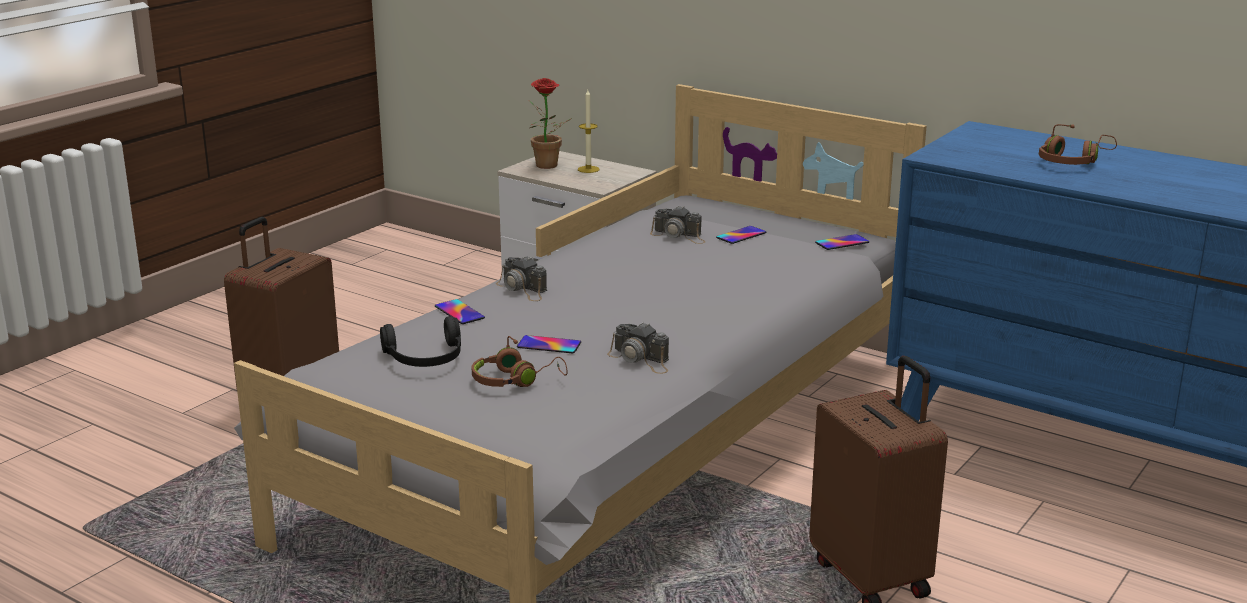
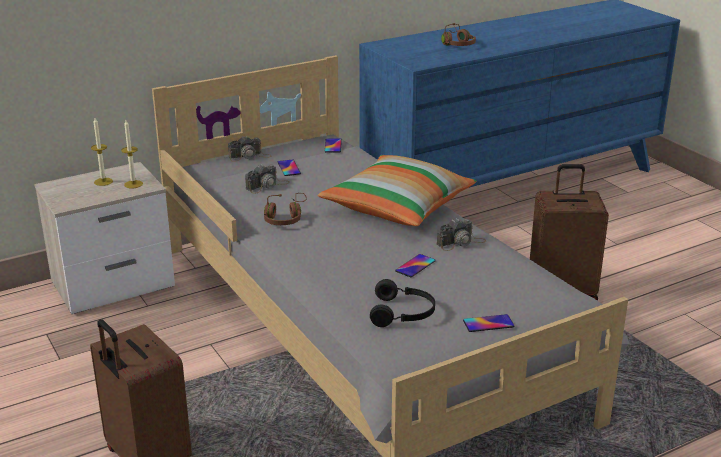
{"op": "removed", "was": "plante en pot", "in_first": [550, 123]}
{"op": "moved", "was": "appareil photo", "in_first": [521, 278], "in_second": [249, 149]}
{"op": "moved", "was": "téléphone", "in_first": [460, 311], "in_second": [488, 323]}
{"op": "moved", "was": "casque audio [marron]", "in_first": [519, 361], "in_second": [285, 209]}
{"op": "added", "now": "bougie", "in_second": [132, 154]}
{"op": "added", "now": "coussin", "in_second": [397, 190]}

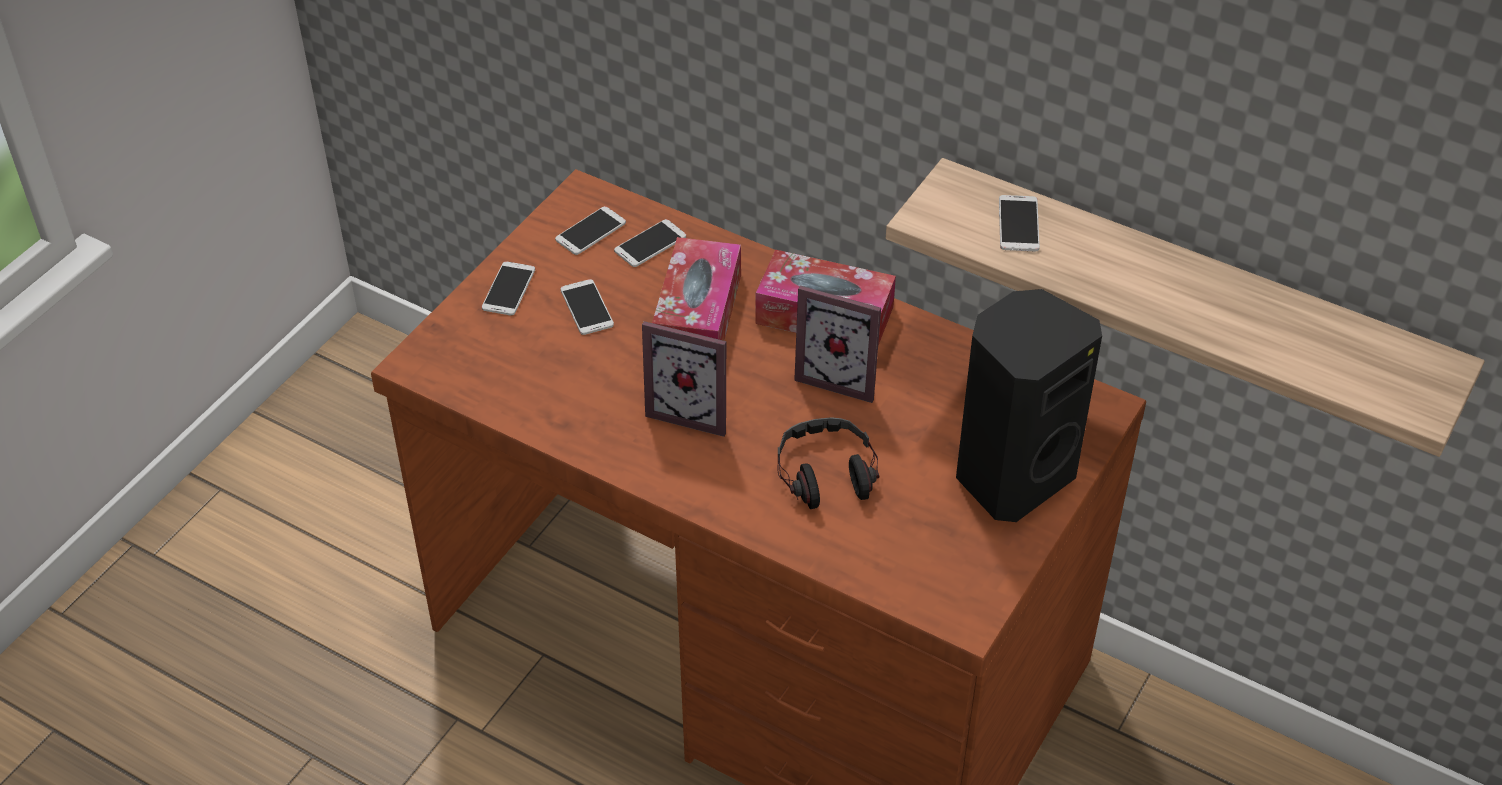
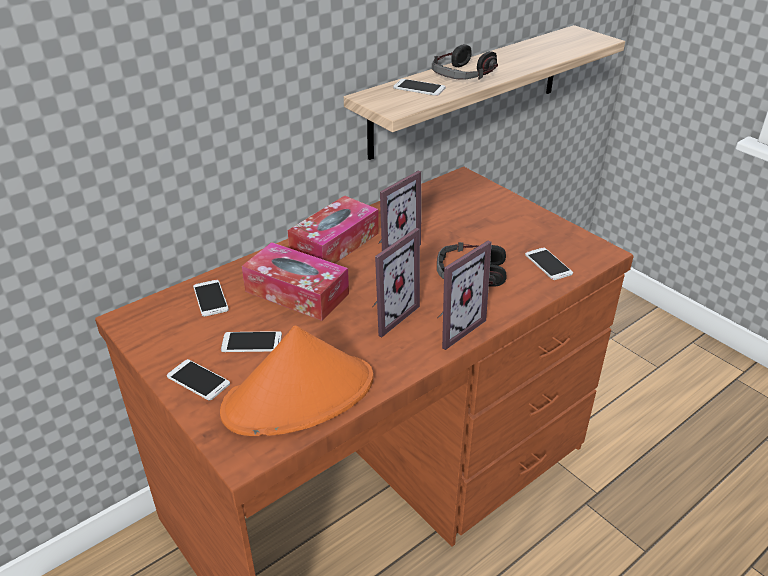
{"op": "moved", "was": "téléphone", "in_first": [590, 230], "in_second": [549, 264]}
{"op": "removed", "was": "enceinte [noir]", "in_first": [1029, 405]}
{"op": "added", "now": "casque audio", "in_second": [465, 62]}
{"op": "added", "now": "cadre photo", "in_second": [465, 295]}
{"op": "added", "now": "chapeau [orange]", "in_second": [297, 381]}

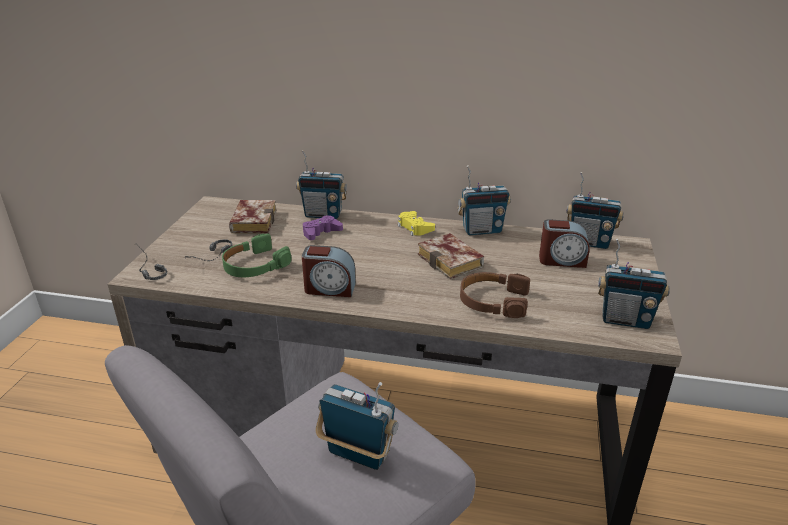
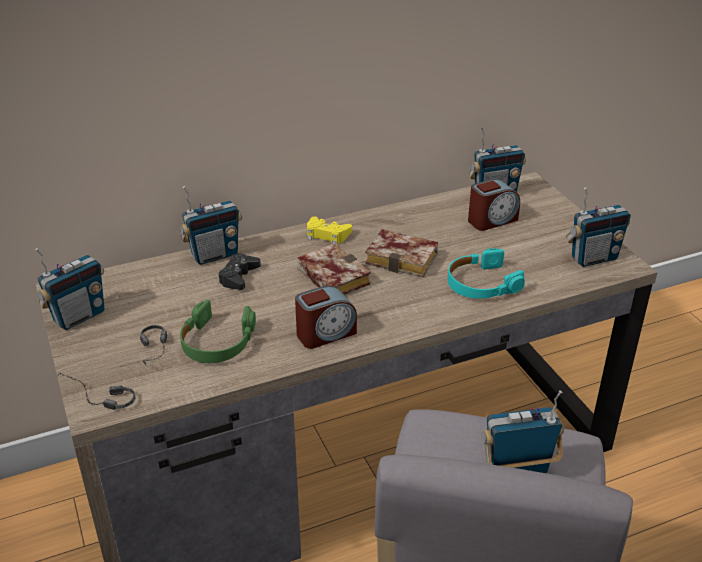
{"op": "moved", "was": "radio", "in_first": [484, 200], "in_second": [69, 289]}
{"op": "moved", "was": "livre", "in_first": [253, 216], "in_second": [334, 269]}
{"op": "recoloured", "was": "manette [violet]", "now": "manette [noir]", "in_first": [323, 227], "in_second": [239, 271]}
{"op": "recoloured", "was": "casque audio [marron]", "now": "casque audio [turquoise]", "in_first": [495, 295], "in_second": [486, 273]}

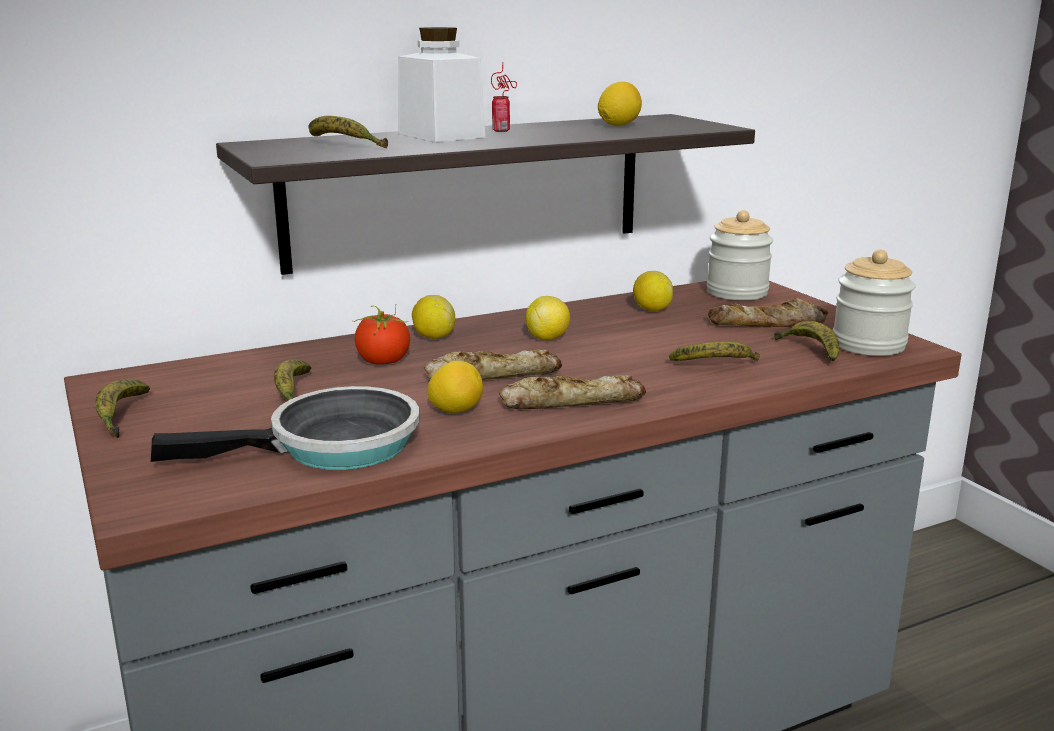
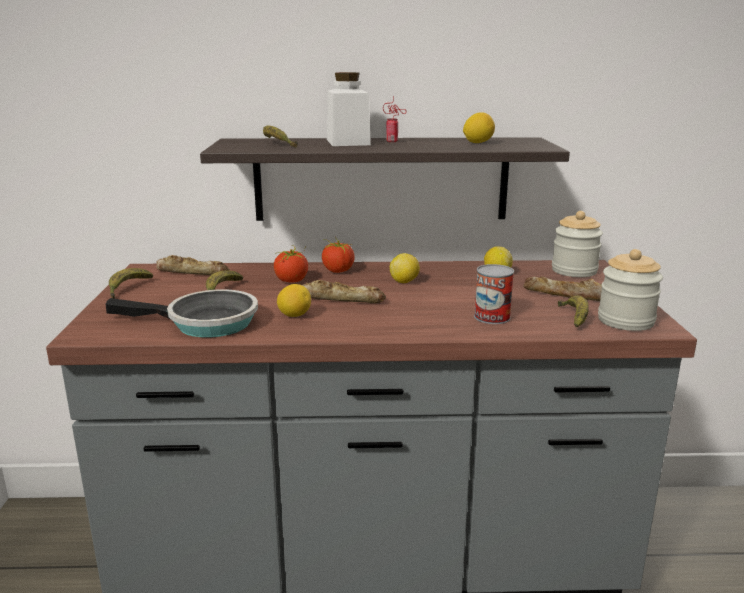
{"op": "replaced", "was": "citron", "now": "tomate", "in_first": [433, 317], "in_second": [338, 254]}
{"op": "replaced", "was": "banane", "now": "boîte métallique", "in_first": [714, 351], "in_second": [494, 294]}
{"op": "moved", "was": "pain", "in_first": [572, 392], "in_second": [193, 265]}

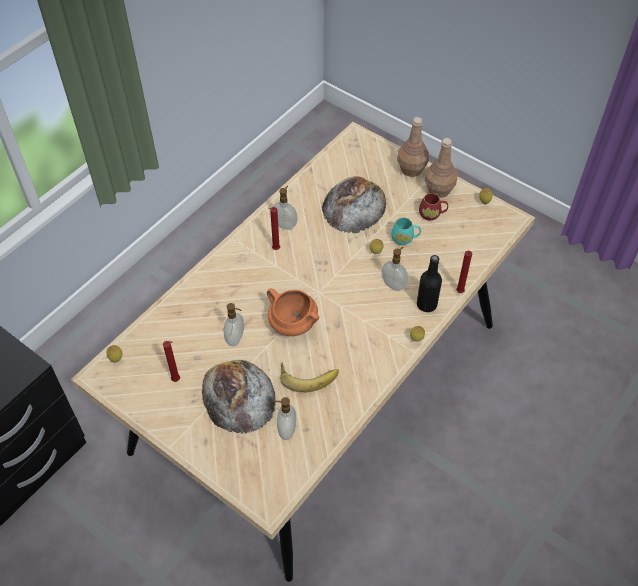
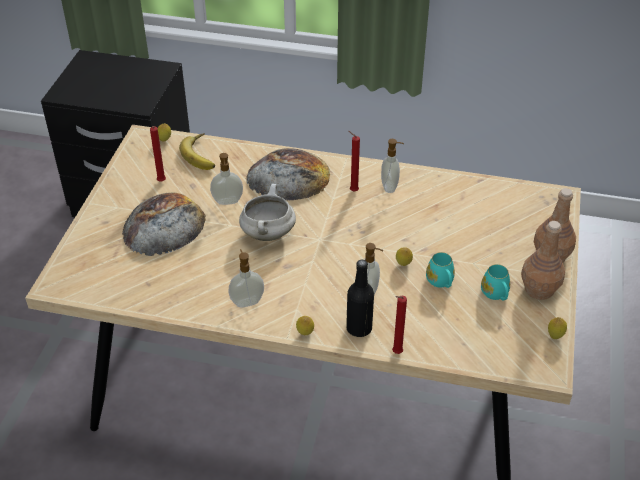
{"op": "moved", "was": "pain", "in_first": [354, 204], "in_second": [288, 174]}
{"op": "recoloured", "was": "mug [rouge]", "now": "mug [turquoise]", "in_first": [433, 206], "in_second": [495, 282]}
{"op": "recoloured", "was": "marmite [orange]", "now": "marmite [blanc]", "in_first": [293, 312], "in_second": [267, 212]}
{"op": "moved", "was": "banane", "in_first": [309, 377], "in_second": [197, 151]}
{"op": "moved", "was": "distributeur de savon", "in_first": [285, 418], "in_second": [246, 278]}

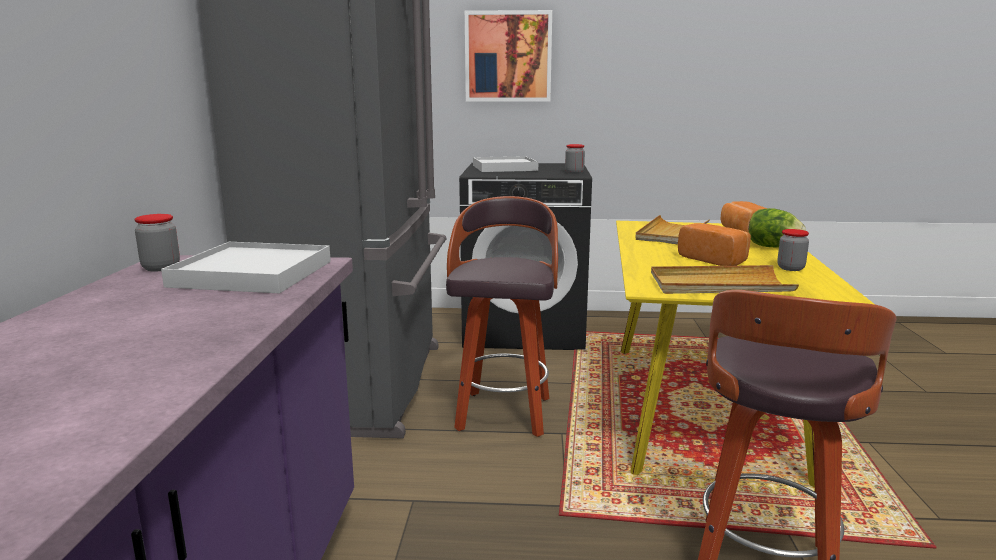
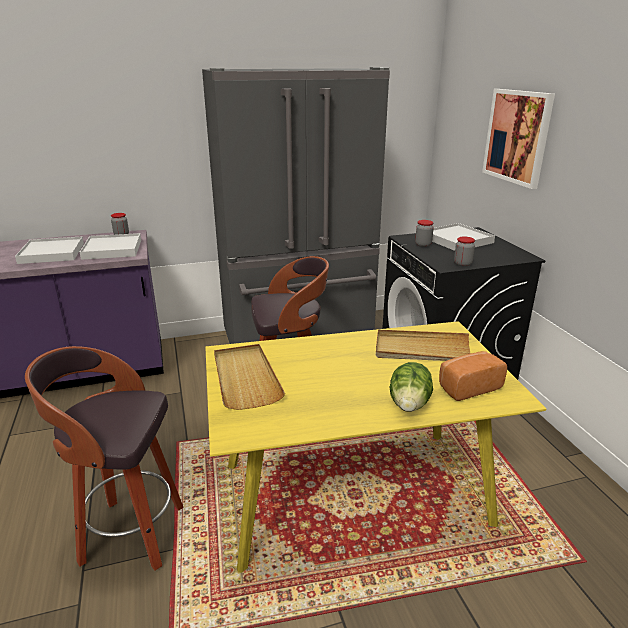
{"op": "removed", "was": "pain", "in_first": [714, 244]}
{"op": "moved", "was": "bocal", "in_first": [793, 250], "in_second": [424, 233]}
{"op": "added", "now": "plateau [blanc]", "in_second": [49, 250]}

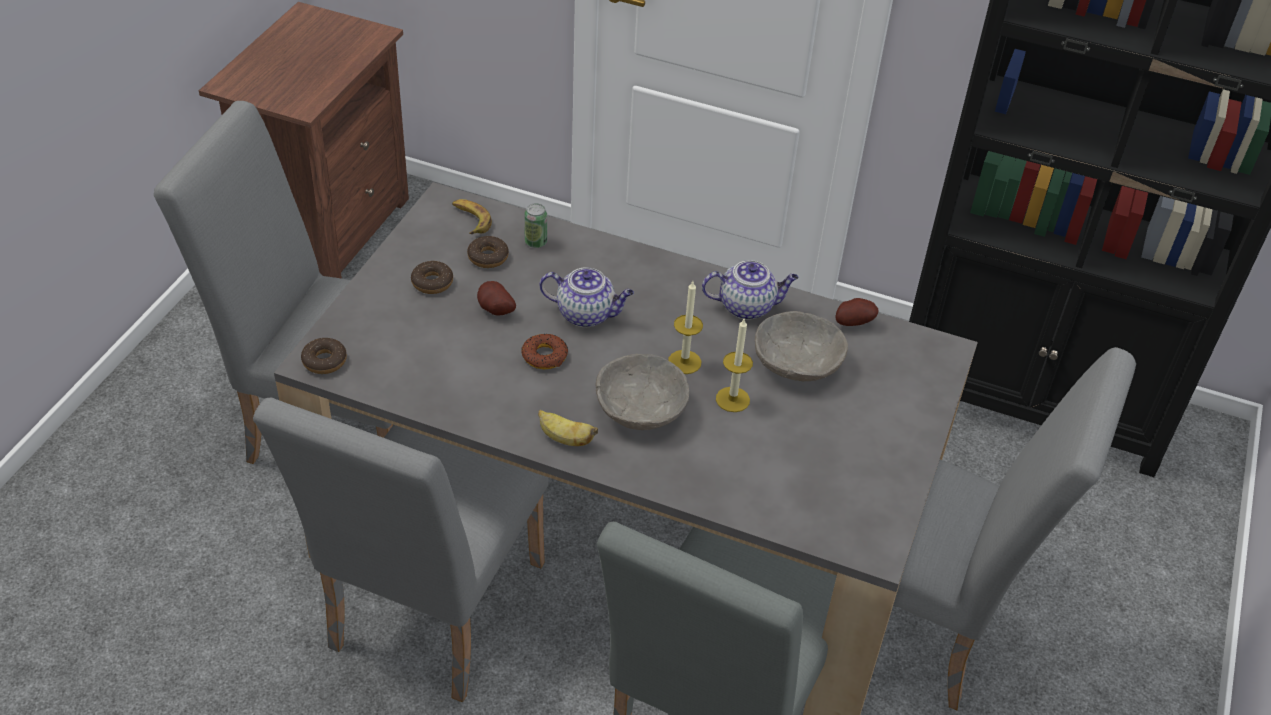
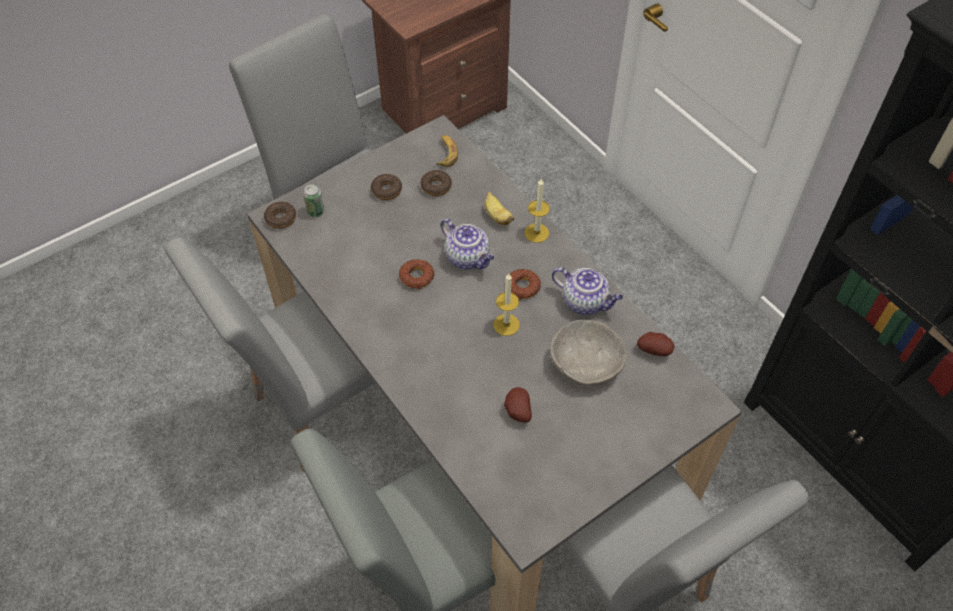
{"op": "moved", "was": "boîte métallique", "in_first": [535, 225], "in_second": [314, 200]}
{"op": "moved", "was": "pomme de terre", "in_first": [496, 298], "in_second": [518, 405]}
{"op": "moved", "was": "bougie", "in_first": [734, 365], "in_second": [537, 211]}
{"op": "removed", "was": "bol [gris]", "in_first": [642, 392]}
{"op": "moved", "was": "banane", "in_first": [568, 428], "in_second": [500, 208]}
{"op": "added", "now": "beignet", "in_second": [525, 284]}

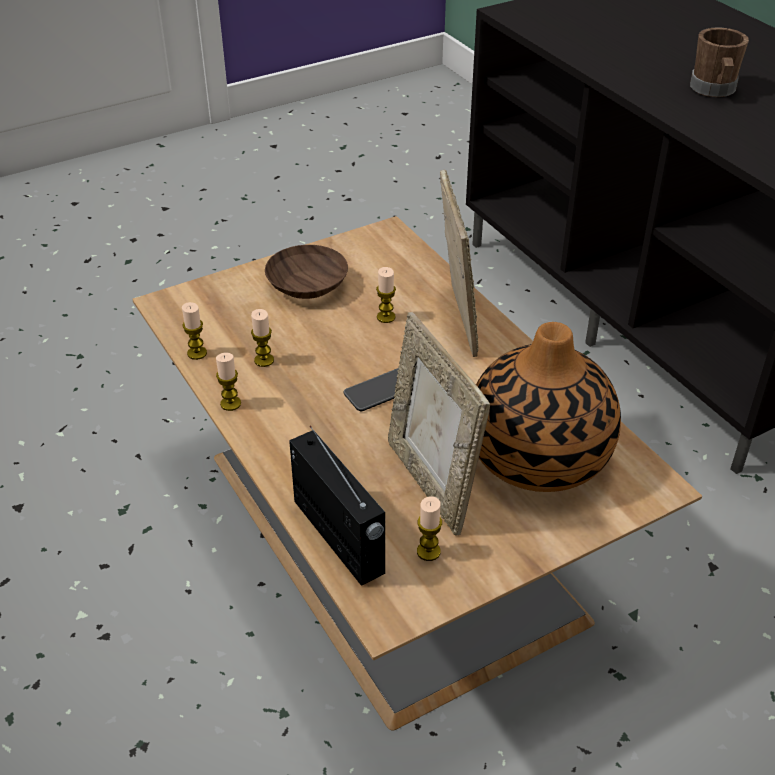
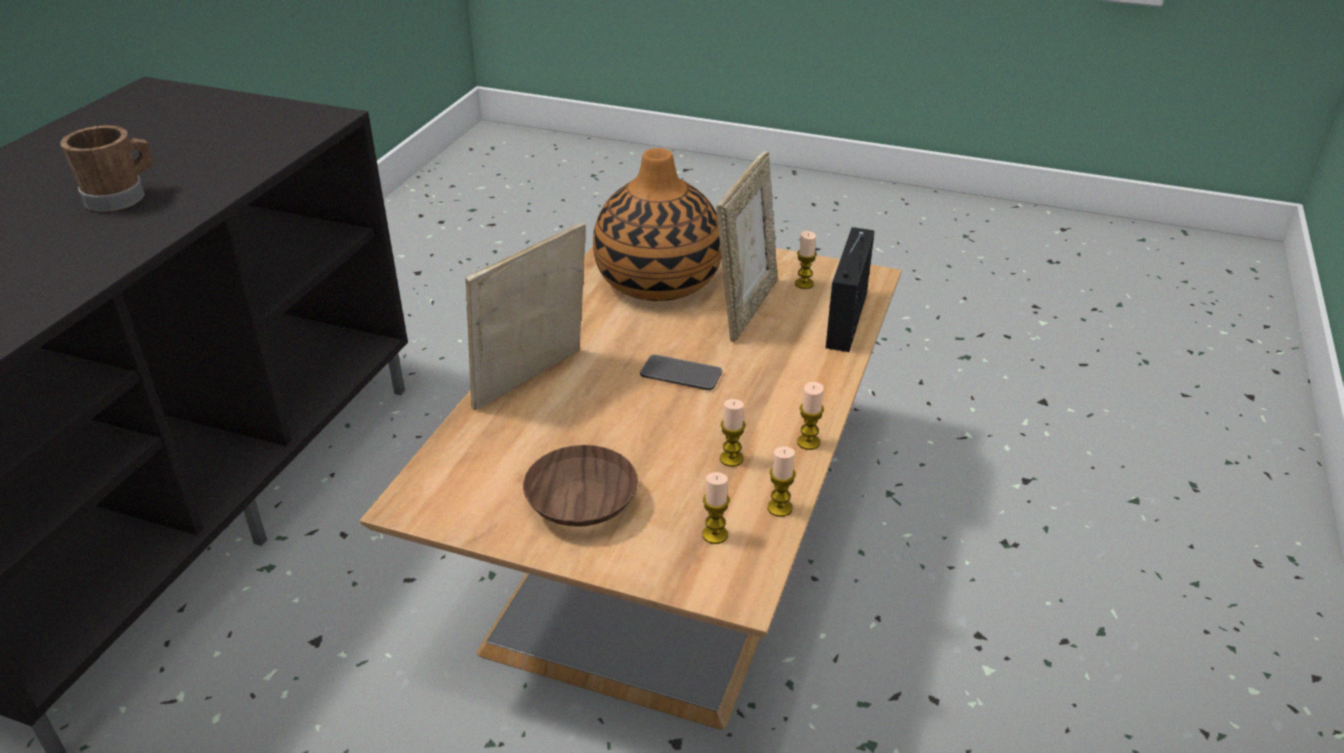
{"op": "moved", "was": "bougie", "in_first": [386, 295], "in_second": [716, 508]}

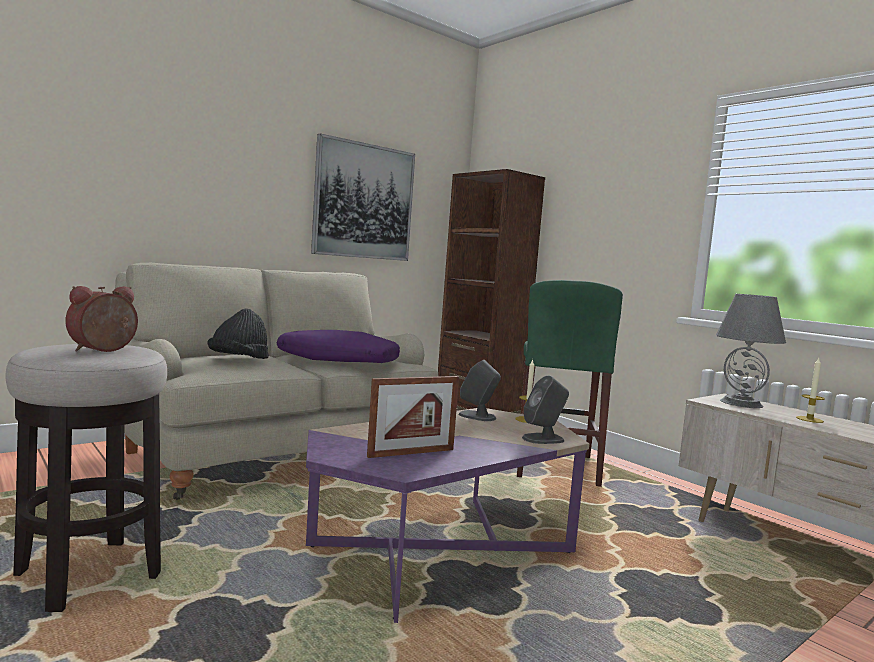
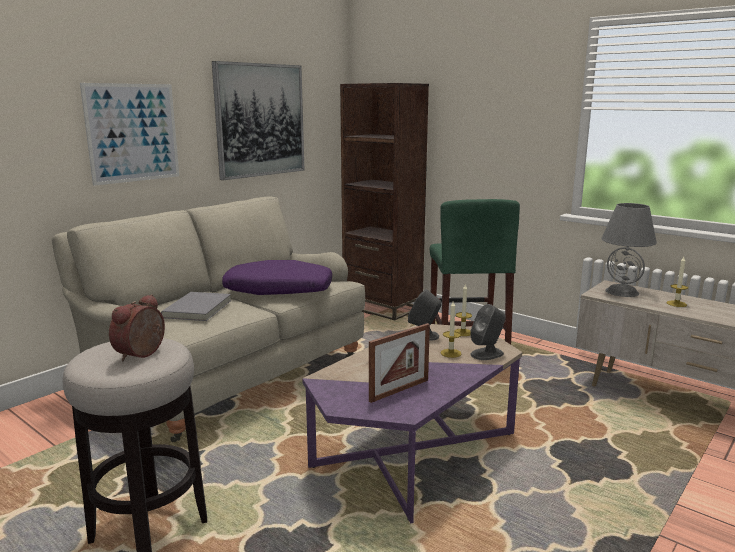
{"op": "replaced", "was": "chapeau [noir]", "now": "livre [gris]", "in_first": [238, 334], "in_second": [196, 306]}
{"op": "added", "now": "tableau", "in_second": [129, 134]}
{"op": "added", "now": "bougie", "in_second": [451, 329]}

